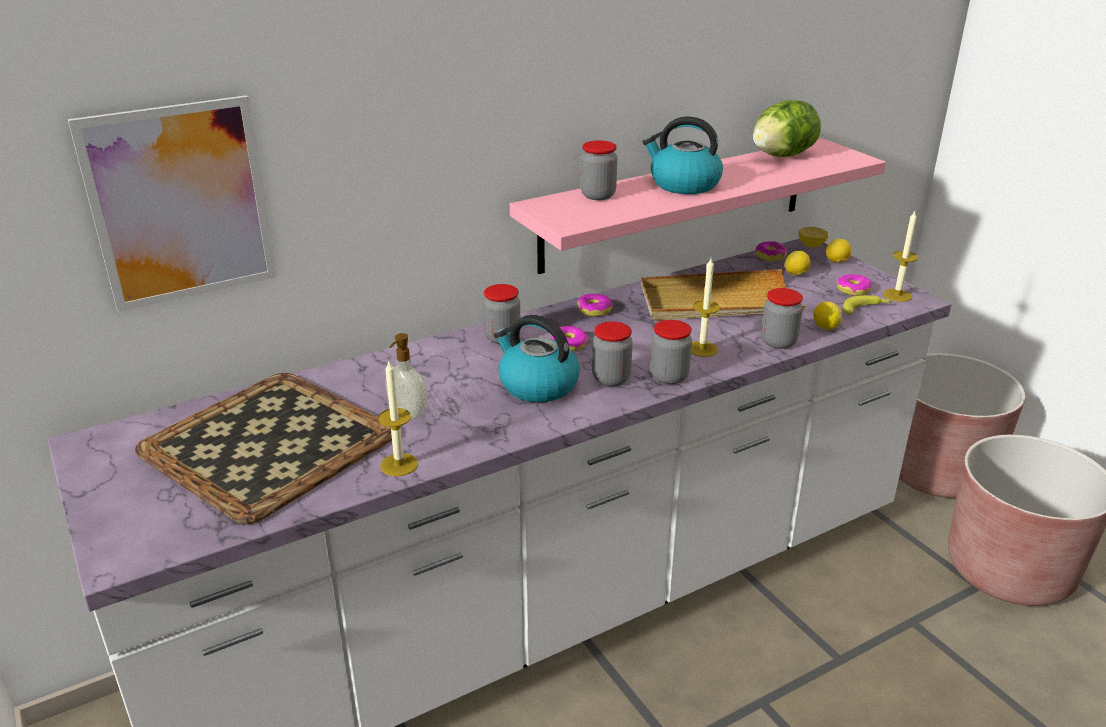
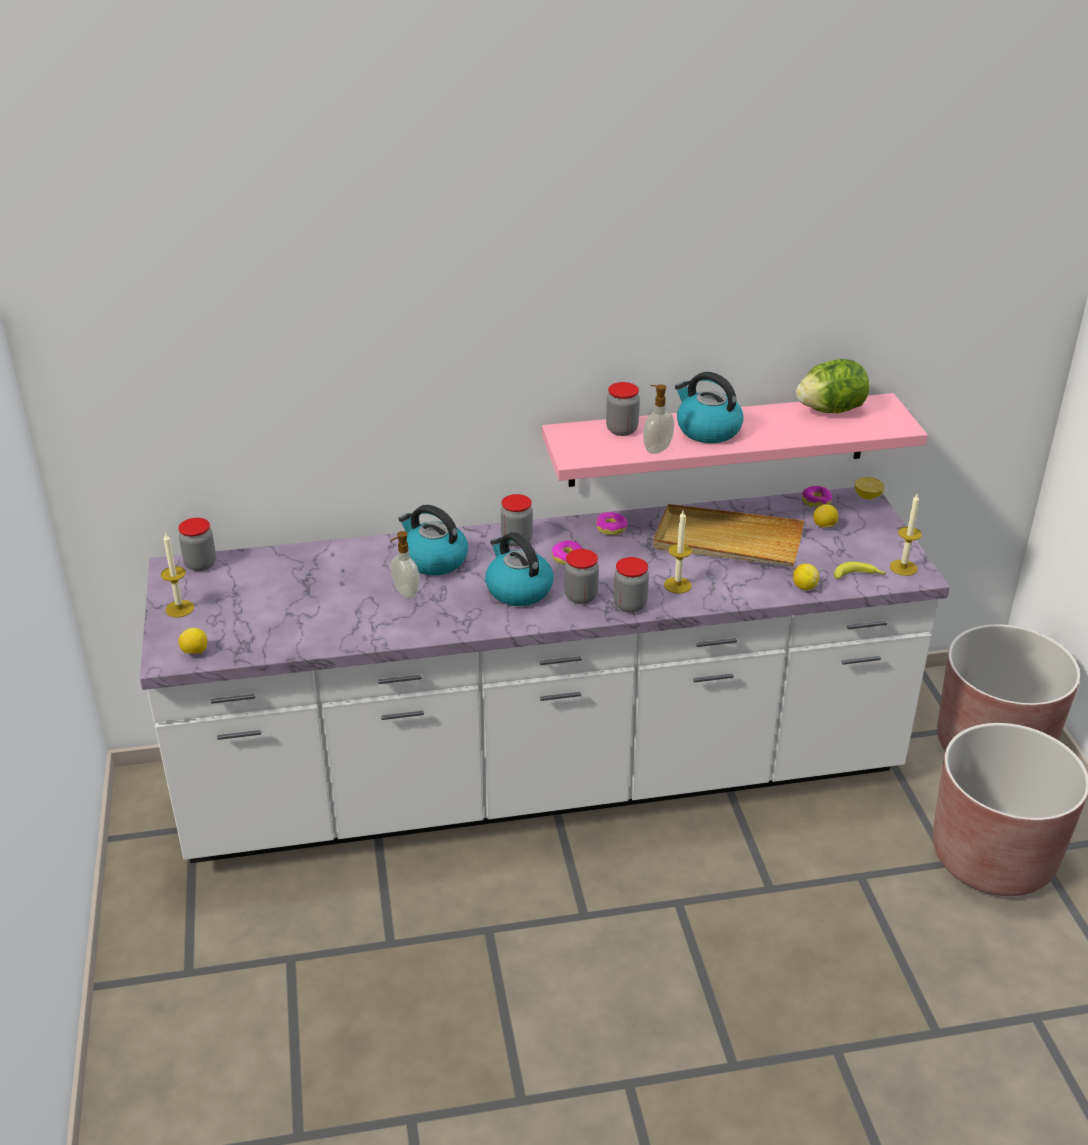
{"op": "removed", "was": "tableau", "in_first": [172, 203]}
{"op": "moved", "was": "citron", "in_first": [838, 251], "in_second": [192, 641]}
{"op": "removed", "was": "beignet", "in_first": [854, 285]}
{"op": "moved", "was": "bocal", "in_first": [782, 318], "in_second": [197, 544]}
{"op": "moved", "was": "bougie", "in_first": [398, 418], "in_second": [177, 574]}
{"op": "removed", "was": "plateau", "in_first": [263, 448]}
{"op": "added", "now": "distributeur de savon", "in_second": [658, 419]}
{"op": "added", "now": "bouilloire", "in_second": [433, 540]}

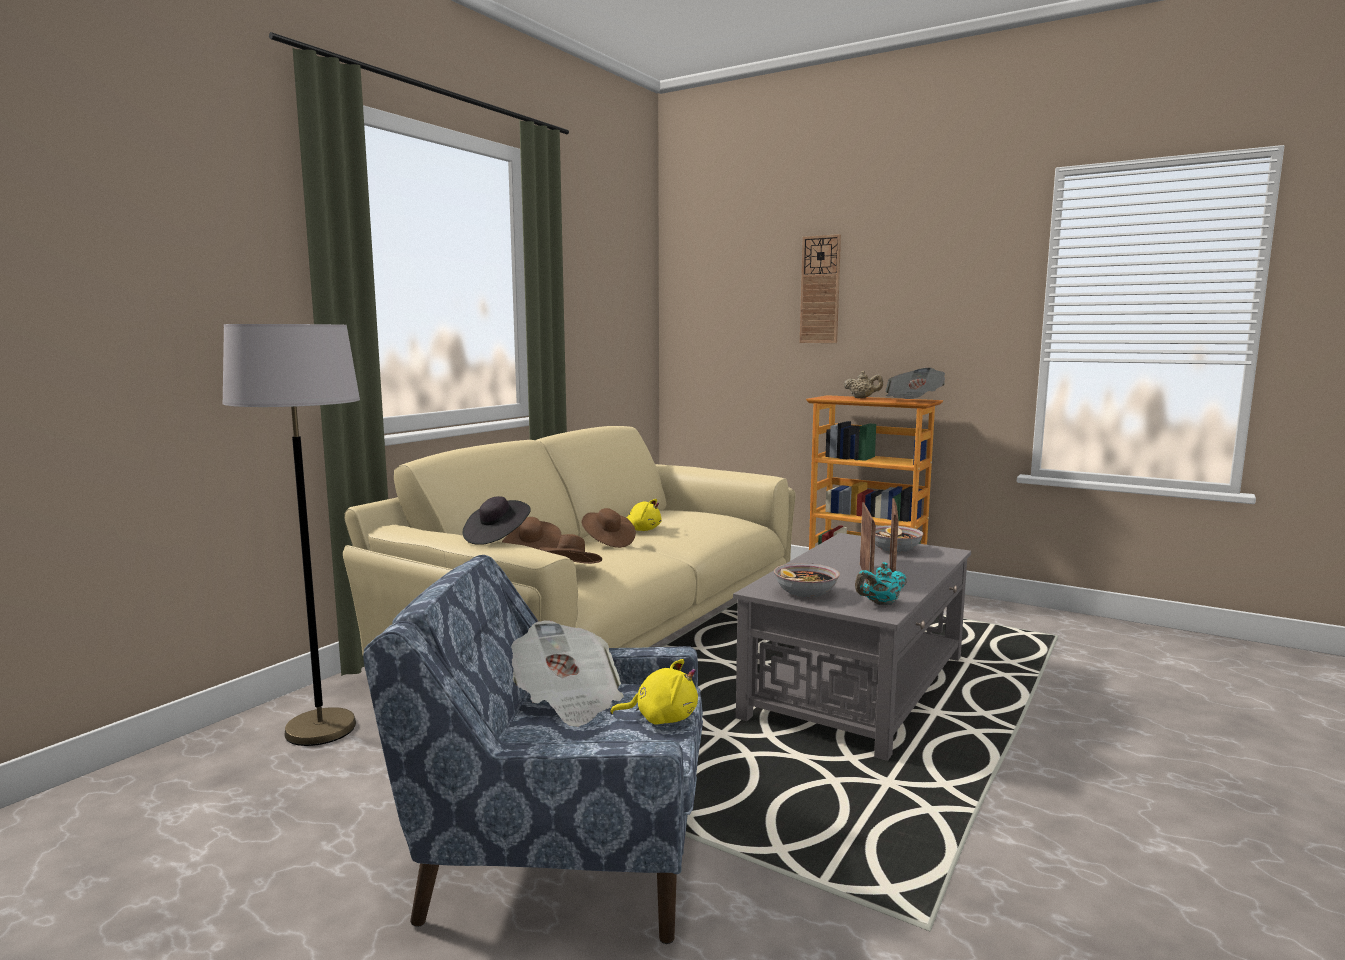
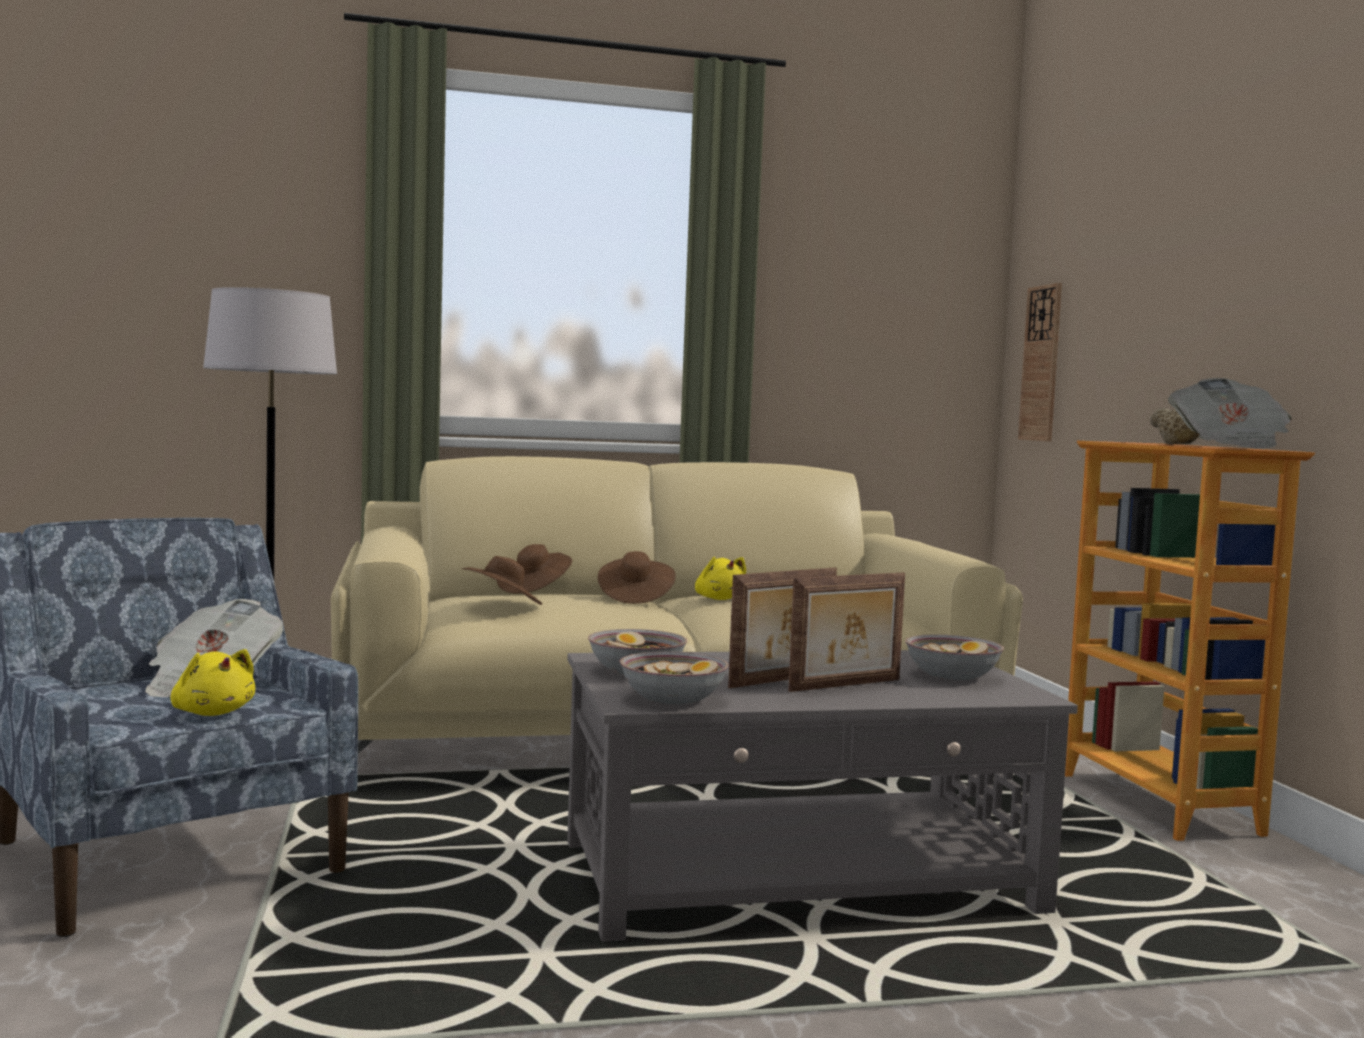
{"op": "moved", "was": "horloge murale", "in_first": [820, 288], "in_second": [1040, 362]}
{"op": "removed", "was": "chapeau [noir]", "in_first": [497, 520]}
{"op": "replaced", "was": "théière [turquoise]", "now": "bol", "in_first": [881, 583], "in_second": [674, 677]}

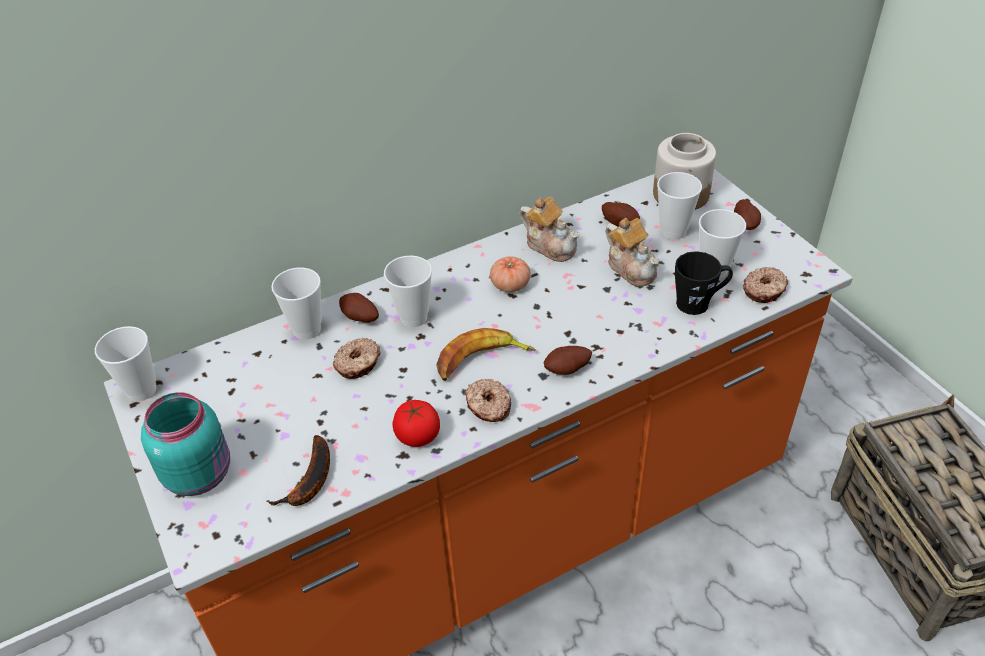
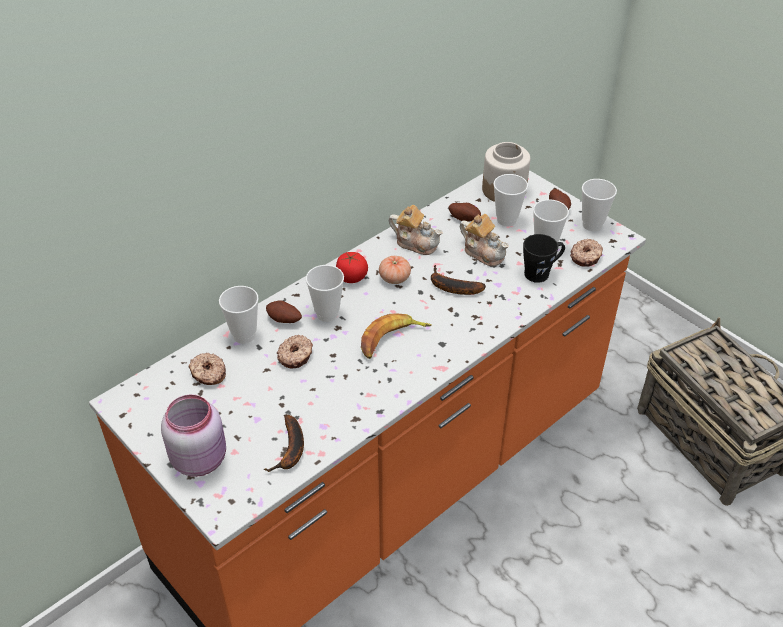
{"op": "moved", "was": "tasse", "in_first": [125, 363], "in_second": [599, 205]}
{"op": "removed", "was": "pomme de terre", "in_first": [567, 360]}
{"op": "moved", "was": "beignet", "in_first": [488, 400], "in_second": [207, 369]}
{"op": "recoloured", "was": "bocal [turquoise]", "now": "bocal [rose]", "in_first": [185, 444], "in_second": [193, 435]}
{"op": "moved", "was": "tomate", "in_first": [416, 423], "in_second": [352, 267]}
{"op": "added", "now": "banane", "in_second": [458, 280]}

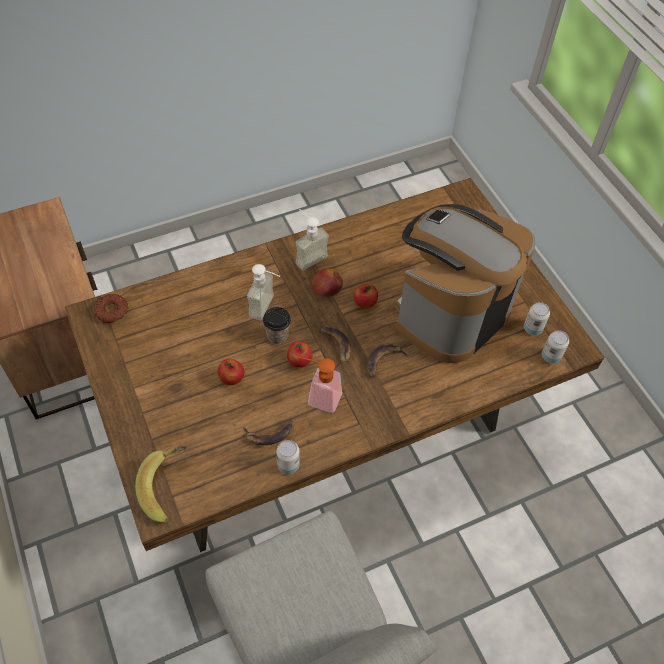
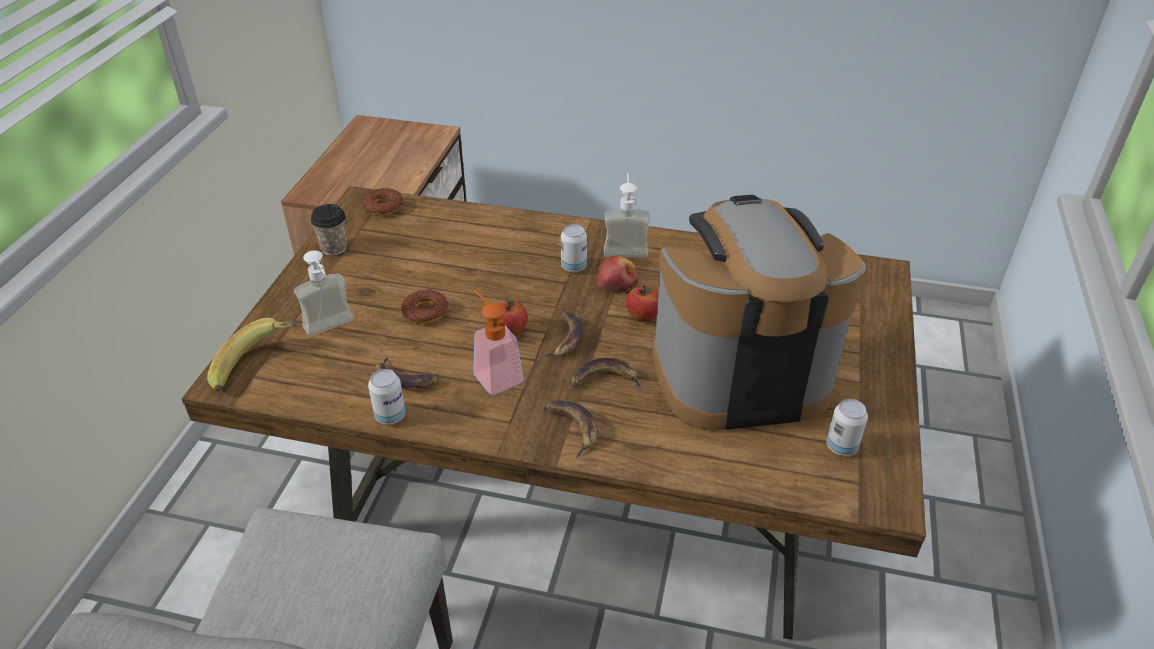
{"op": "moved", "was": "distributeur de savon", "in_first": [263, 292], "in_second": [324, 293]}
{"op": "moved", "was": "tasse", "in_first": [277, 326], "in_second": [329, 229]}
{"op": "moved", "was": "boîte métallique", "in_first": [555, 347], "in_second": [574, 248]}
{"op": "replaced", "was": "pomme", "now": "beignet", "in_first": [231, 372], "in_second": [424, 306]}
{"op": "added", "now": "banane", "in_second": [570, 429]}

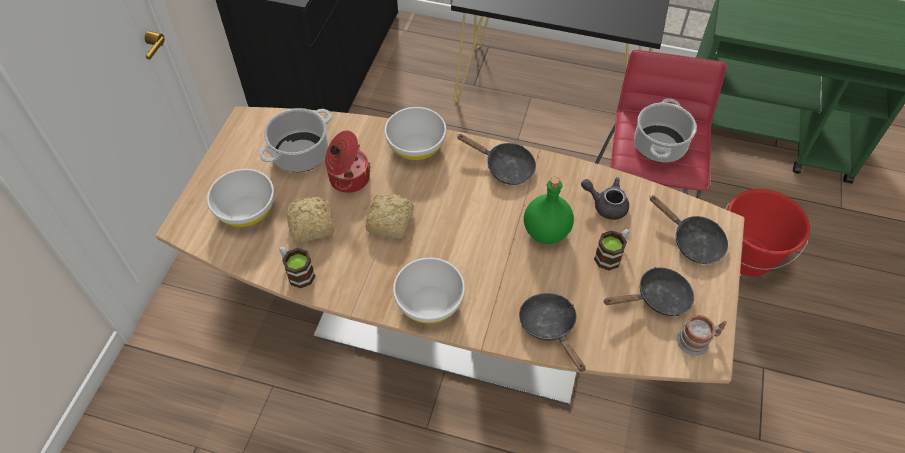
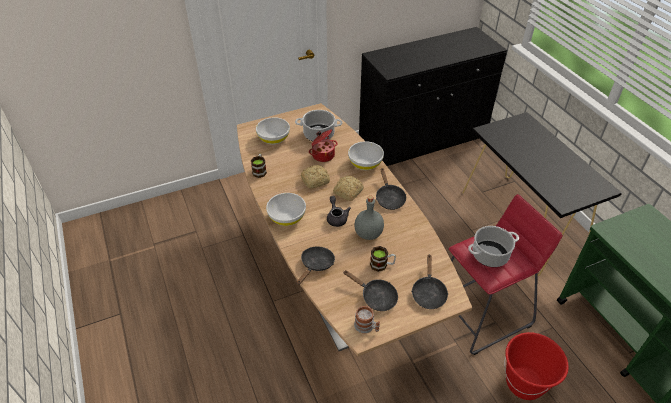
{"op": "recoloured", "was": "bouteille [vert]", "now": "bouteille [gris]", "in_first": [549, 210], "in_second": [369, 218]}
{"op": "moved", "was": "théière [gris]", "in_first": [605, 198], "in_second": [339, 211]}
{"op": "moved", "was": "pain", "in_first": [310, 220], "in_second": [348, 188]}

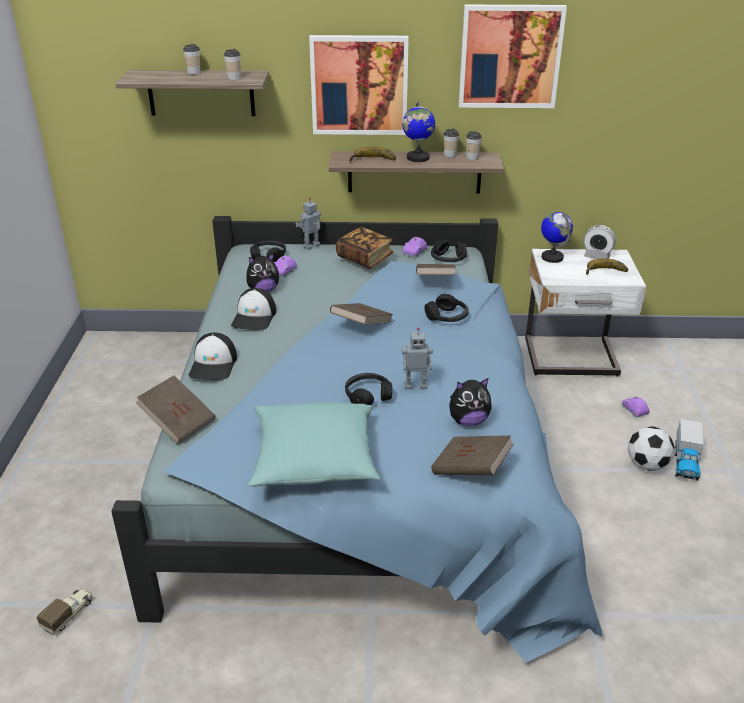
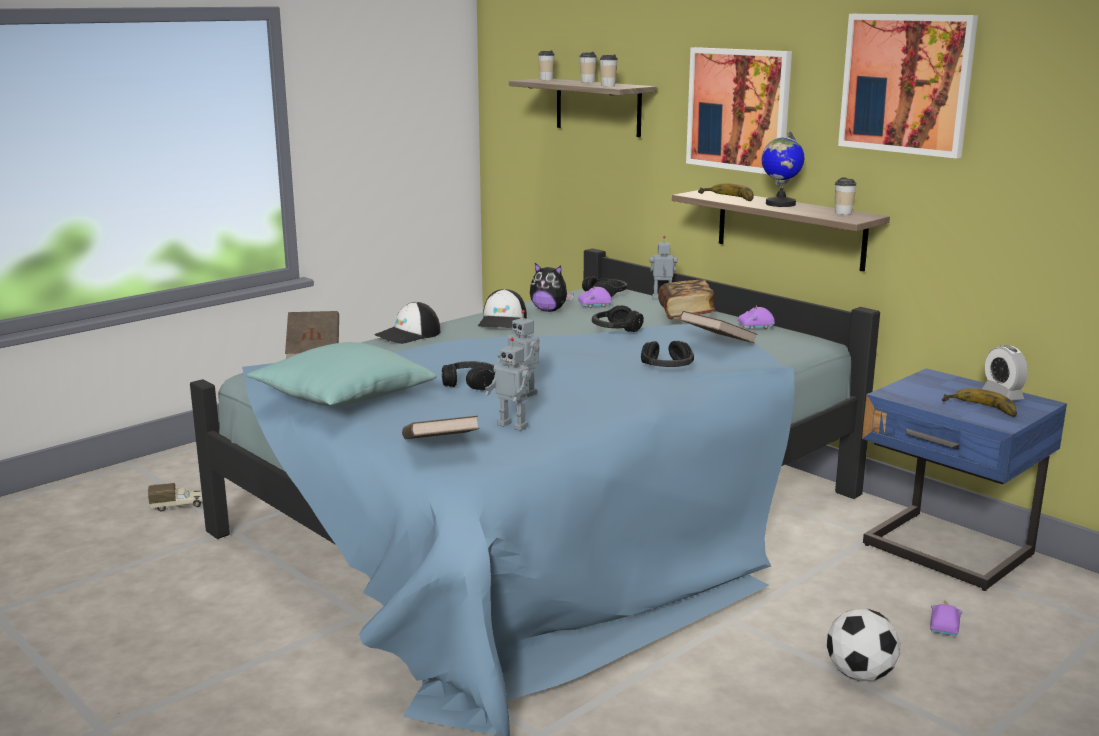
{"op": "moved", "was": "tasse", "in_first": [451, 143], "in_second": [546, 65]}
{"op": "removed", "was": "globe", "in_first": [557, 237]}
{"op": "moved", "was": "casque audio [noir]", "in_first": [449, 251], "in_second": [618, 318]}
{"op": "recoloured", "was": "table de chevet [blanc]", "now": "table de chevet [bleu]", "in_first": [585, 313], "in_second": [964, 479]}
{"op": "turned", "was": "casquette", "in_first": [253, 309], "in_second": [502, 308], "clockwise": -45}
{"op": "removed", "was": "livre [marron]", "in_first": [361, 314]}
{"op": "replaced", "was": "peluche", "now": "robot jouet", "in_first": [470, 402], "in_second": [508, 384]}
{"op": "removed", "was": "camion jouet", "in_first": [689, 449]}

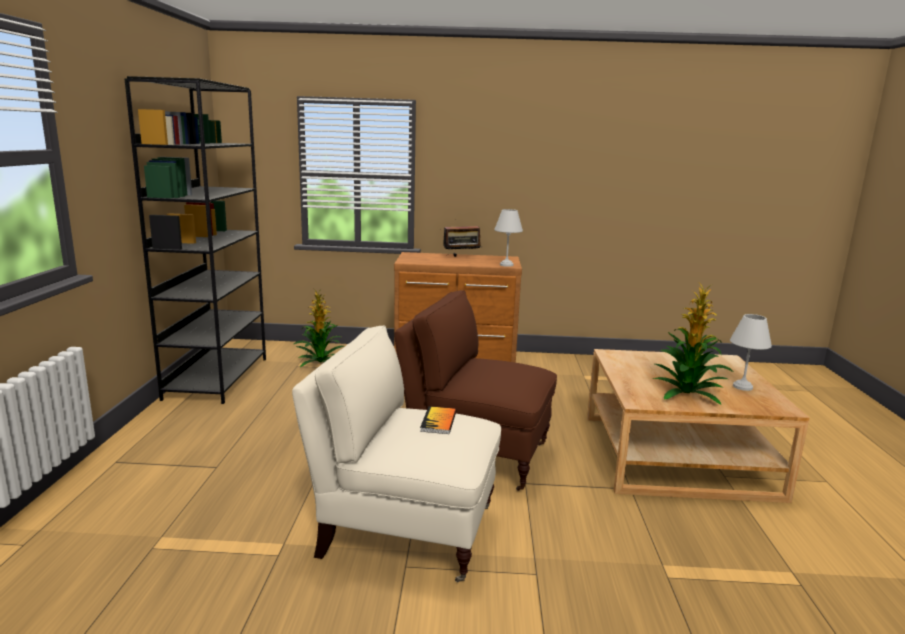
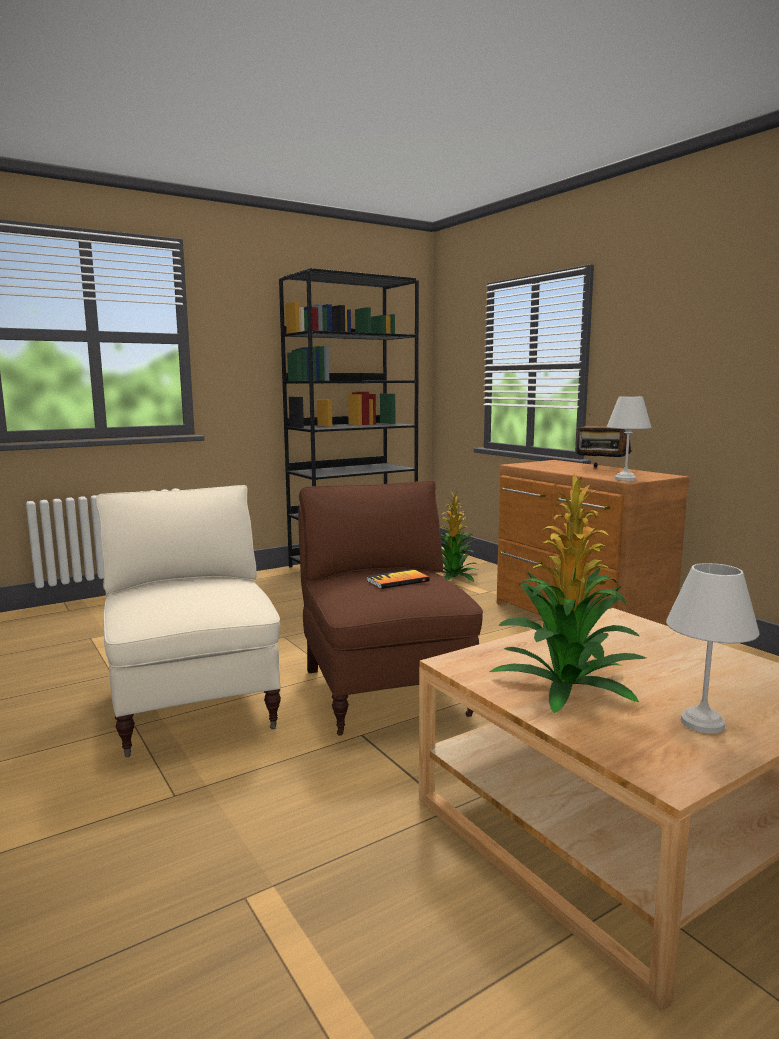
{"op": "moved", "was": "livre", "in_first": [438, 420], "in_second": [398, 579]}

